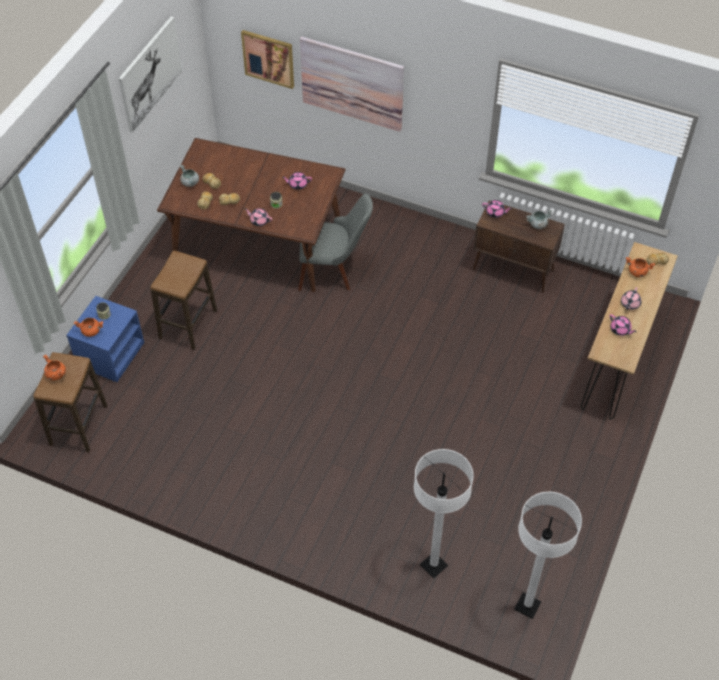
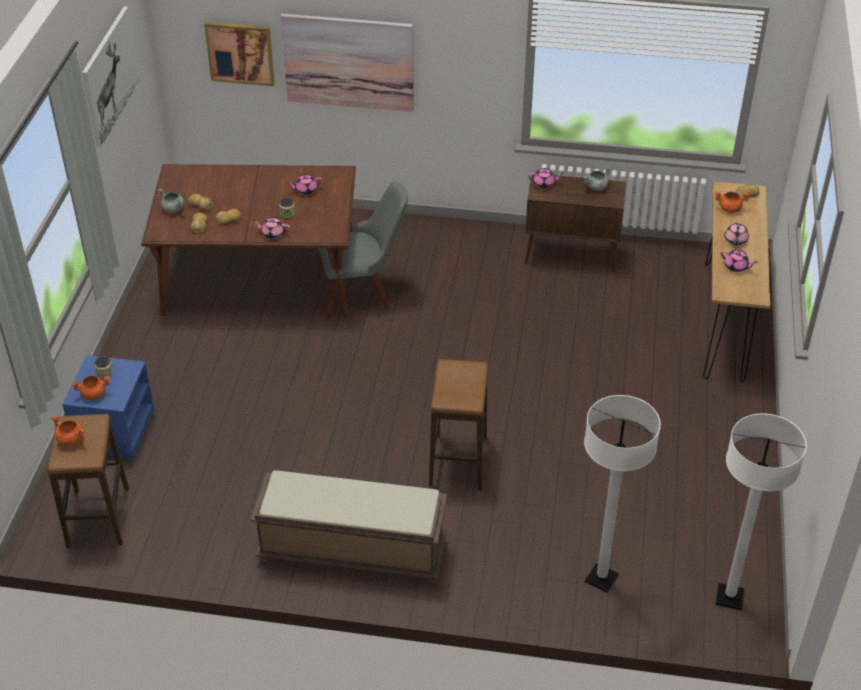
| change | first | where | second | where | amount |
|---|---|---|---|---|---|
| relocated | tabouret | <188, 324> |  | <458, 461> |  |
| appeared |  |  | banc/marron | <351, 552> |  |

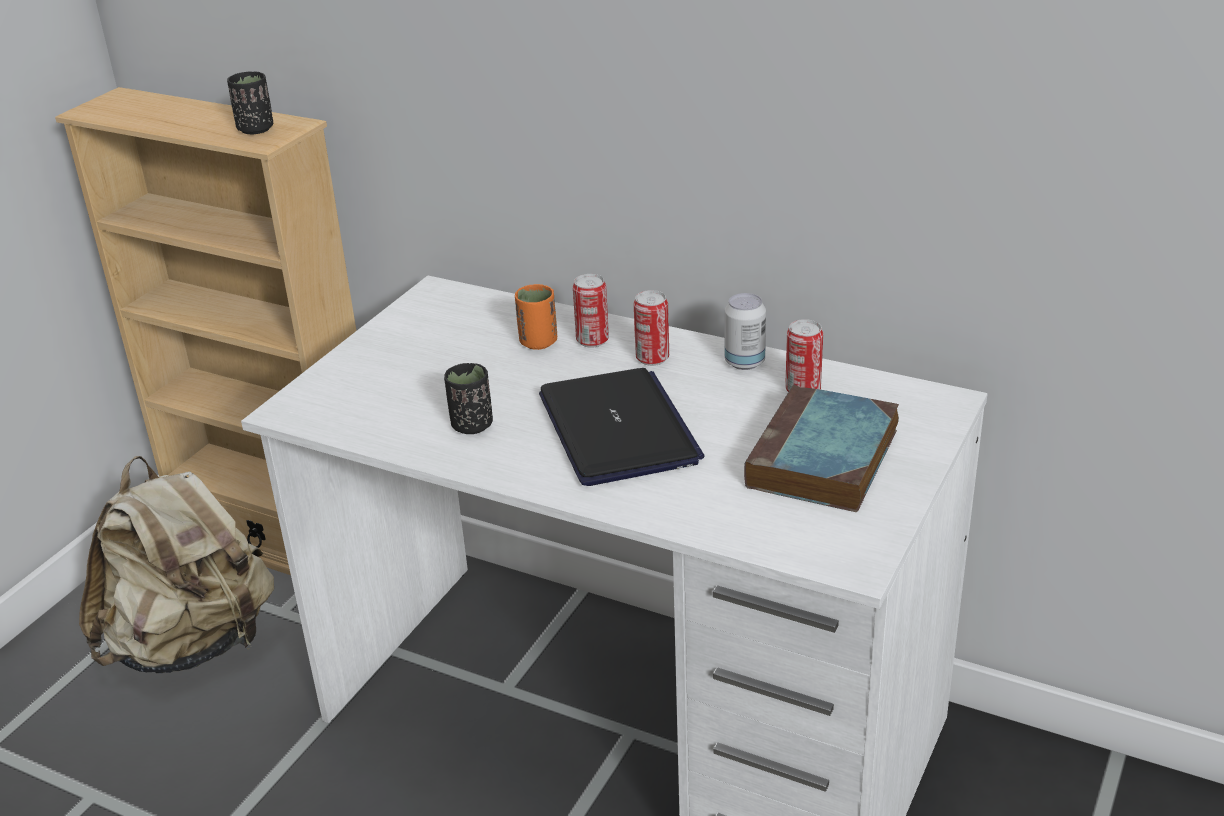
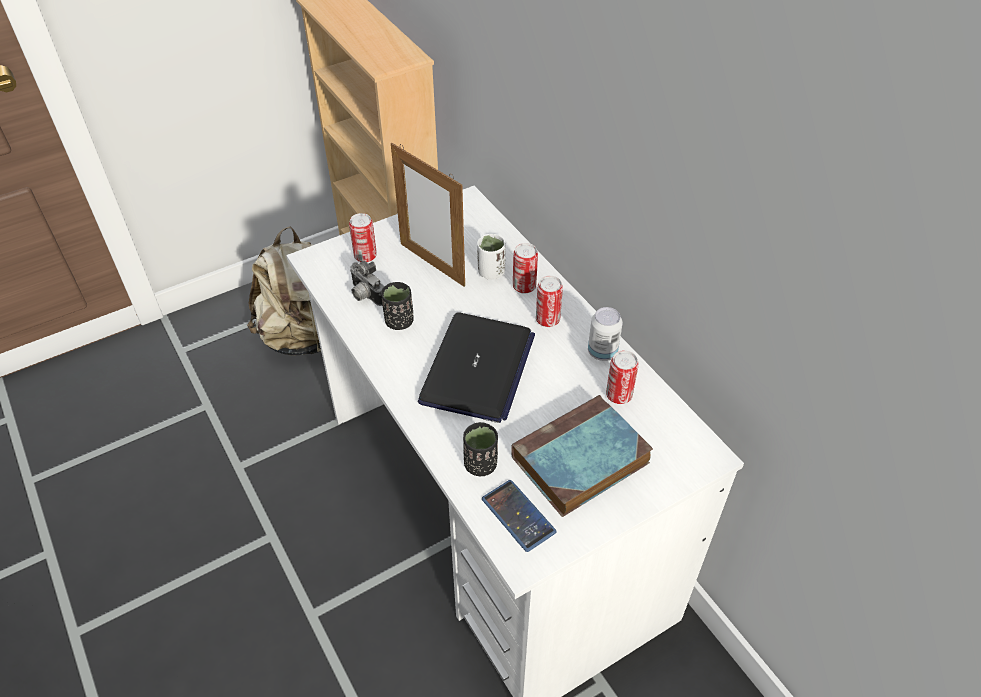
| change | first | where | second | where | amount |
|---|---|---|---|---|---|
| relocated | tasse/noir | <255, 129> |  | <480, 464> |  |
| colour | tasse/orange | <538, 342> | tasse/blanc | <491, 272> |  |
| appeared |  |  | cadre photo | <432, 264> |  |
| appeared |  |  | boîte métallique | <365, 256> |  |
| appeared |  |  | appareil photo | <365, 296> |  |
| appeared |  |  | téléphone | <518, 516> |  |

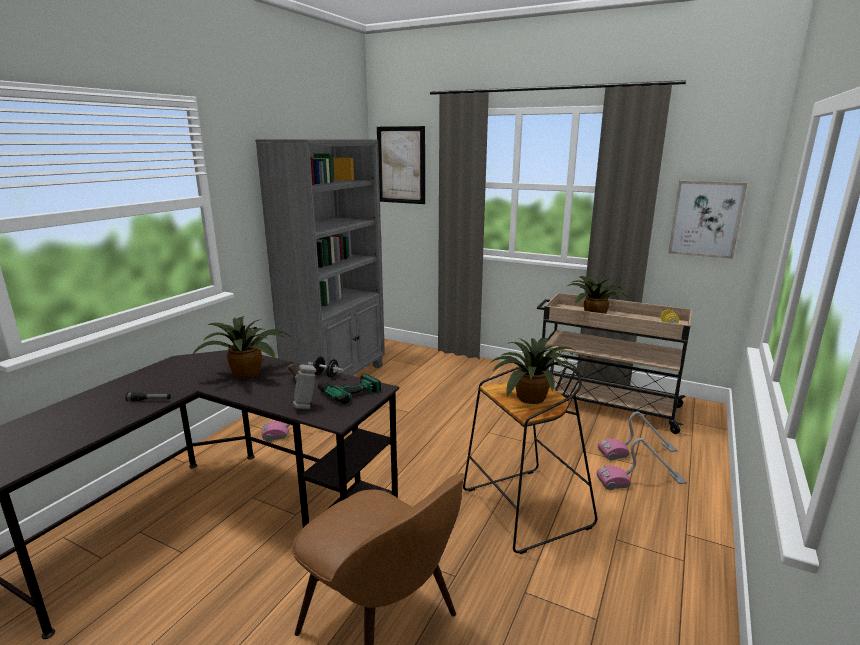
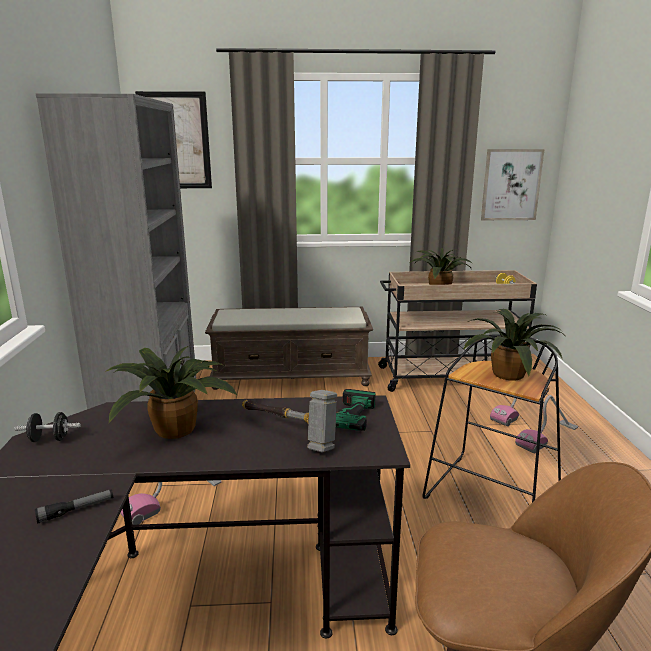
| change | first | where | second | where | amount |
|---|---|---|---|---|---|
| relocated | haltère/noir | <326, 375> |  | <50, 439> |  |
| appeared |  |  | banc/marron | <292, 377> |  |

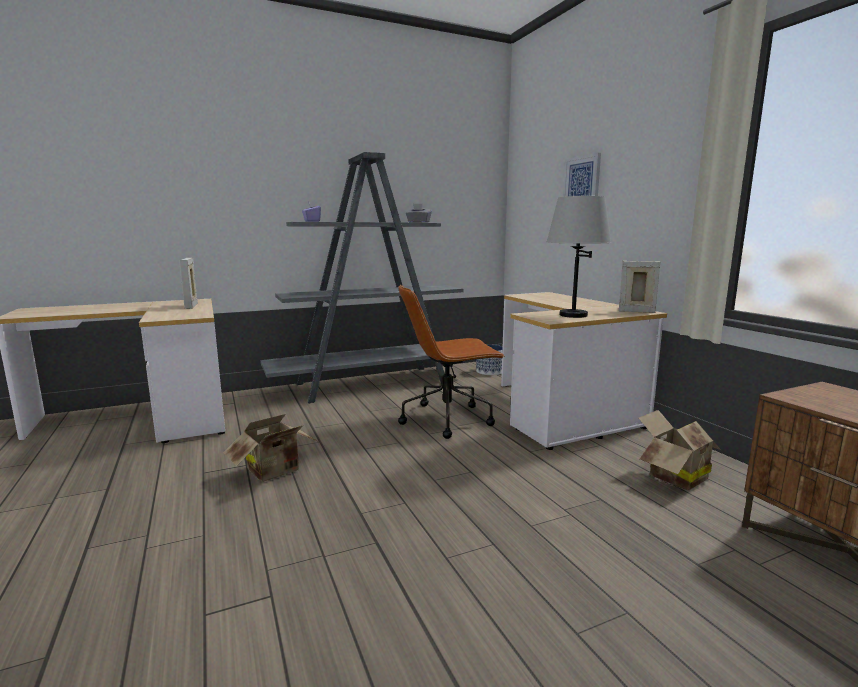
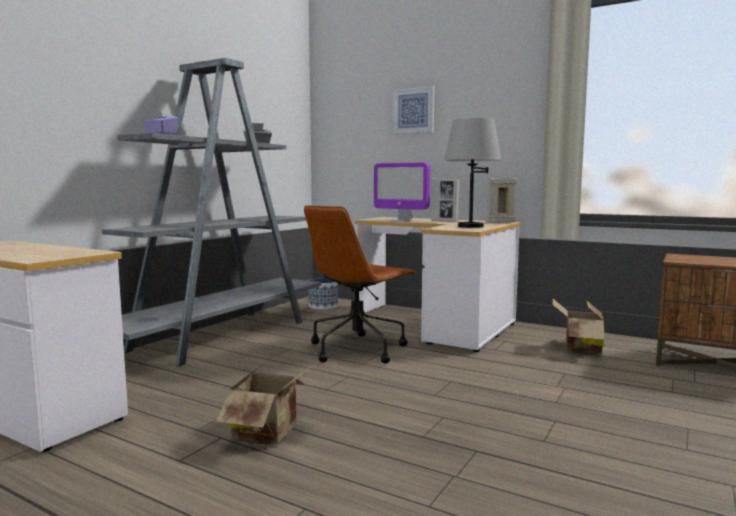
| change | first | where | second | where | amount |
|---|---|---|---|---|---|
| relocated | cadre photo | <191, 306> |  | <444, 221> |  |
| appeared |  |  | écran d'ordinateur | <401, 221> |  |

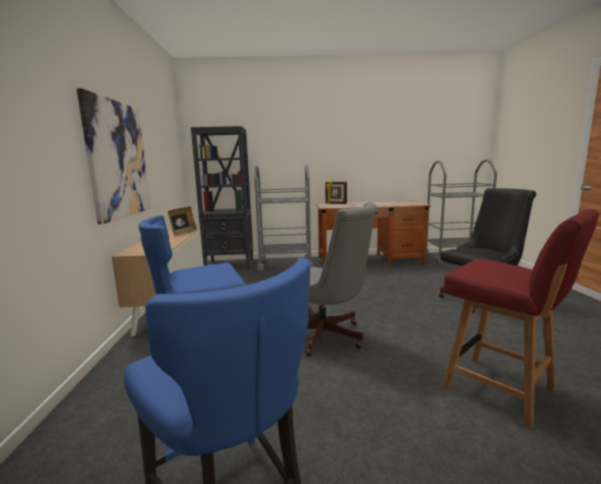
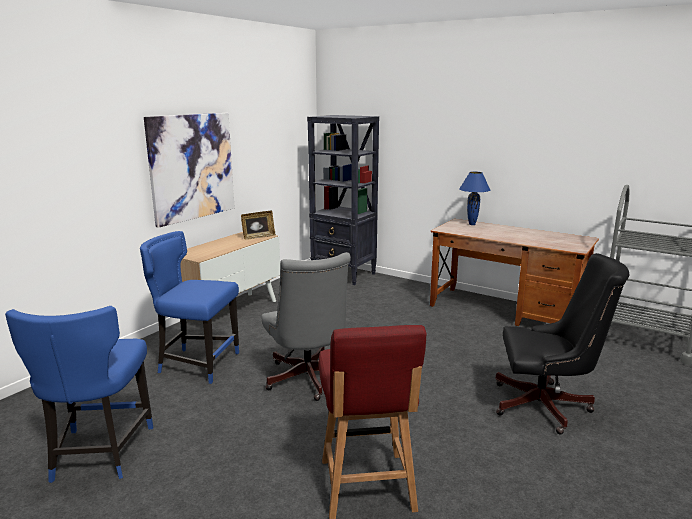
| change | first | where | second | where | amount |
|---|---|---|---|---|---|
| missing | chariot/gris | <285, 264> |  |  |  |
| exchanged | cadre photo | <335, 203> | lampe de table/bleu | <472, 224> |  |

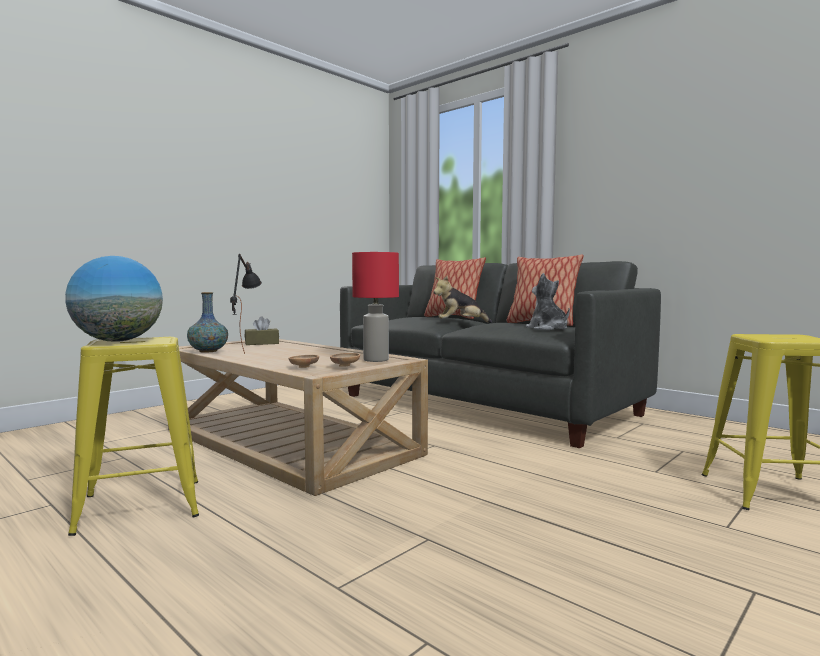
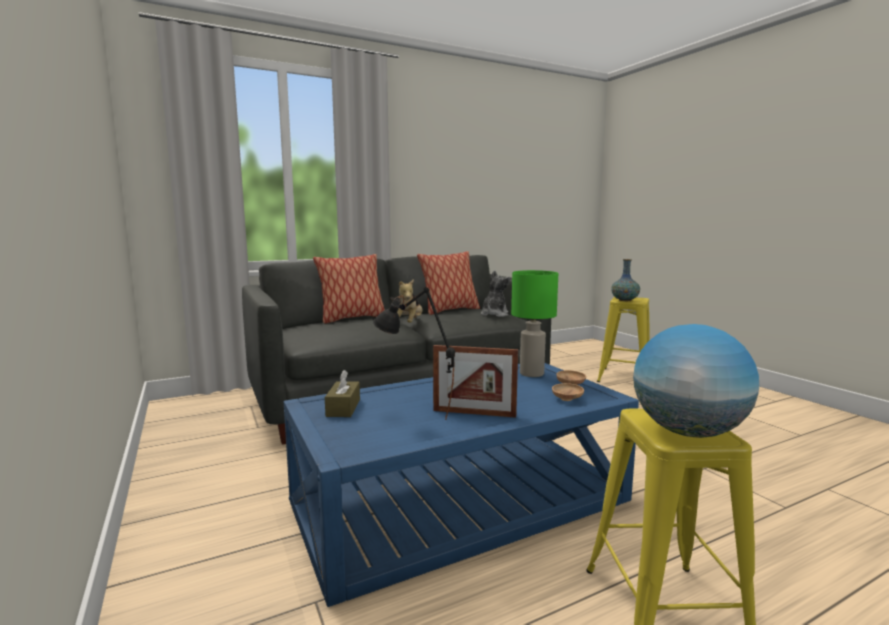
| change | first | where | second | where | amount |
|---|---|---|---|---|---|
| colour | lampe de table/rouge | <376, 360> | lampe de table/vert | <531, 373> |  |
| spun | peluche | <547, 328> |  | <494, 314> | 120 degrees clockwise |
| relocated | vase | <208, 351> |  | <624, 300> |  |
| colour | table basse/beige | <290, 441> | table basse/bleu | <460, 500> |  |
| appeared |  |  | cadre photo | <474, 413> |  |

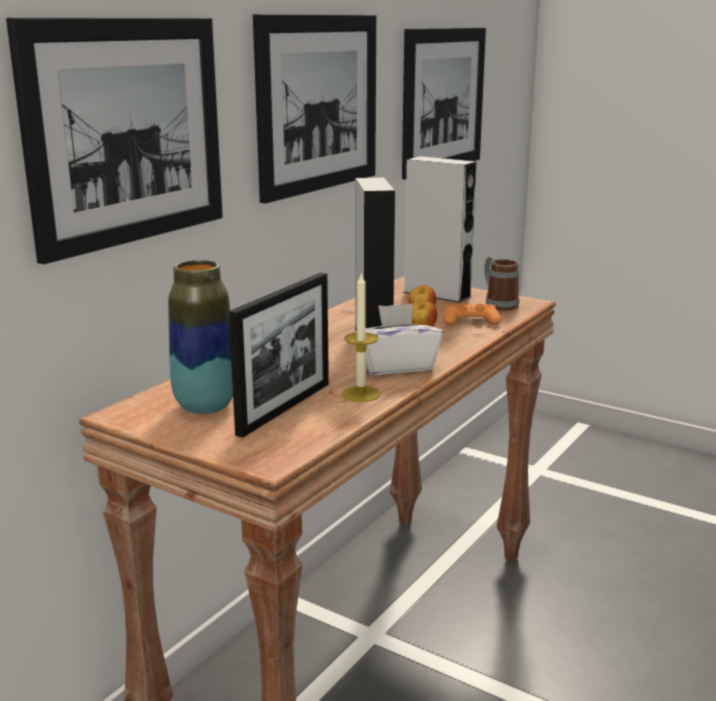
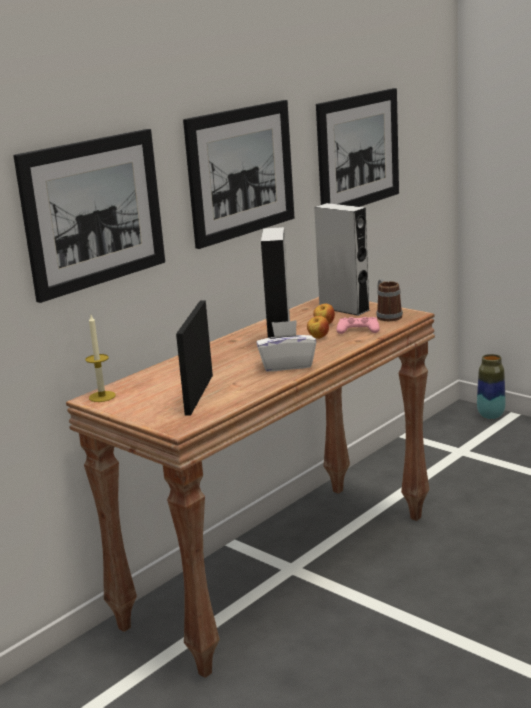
| change | first | where | second | where | amount |
|---|---|---|---|---|---|
| relocated | vase | <205, 406> |  | <491, 415> |  |
| relocated | bougie | <361, 394> |  | <102, 396> |  |
| spun | cadre photo | <284, 408> |  | <199, 394> | 150 degrees clockwise |
| colour | manette/orange | <470, 321> | manette/rose | <358, 330> |  |

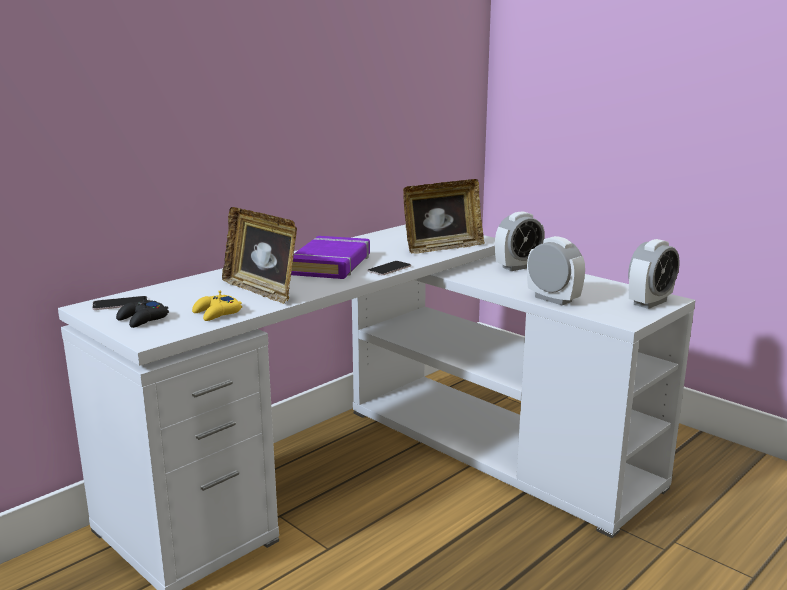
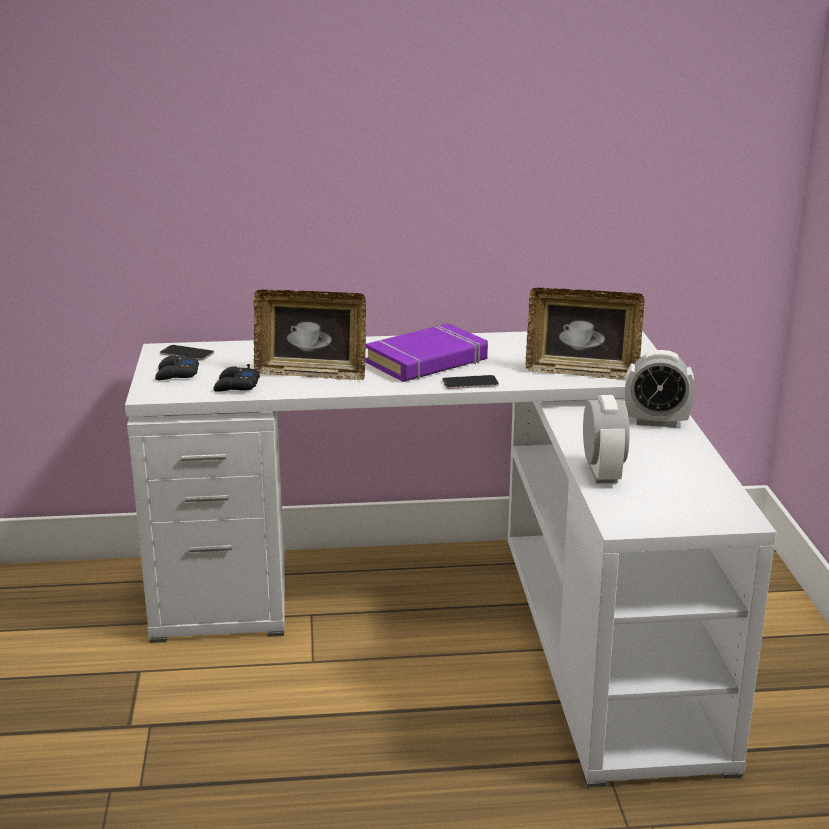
| change | first | where | second | where | amount |
|---|---|---|---|---|---|
| spun | cadre photo | <261, 290> |  | <311, 373> | 75 degrees counterclockwise |
| missing | réveil | <650, 303> |  |  |  |
| colour | manette/jaune | <217, 313> | manette/noir | <236, 386> |  |

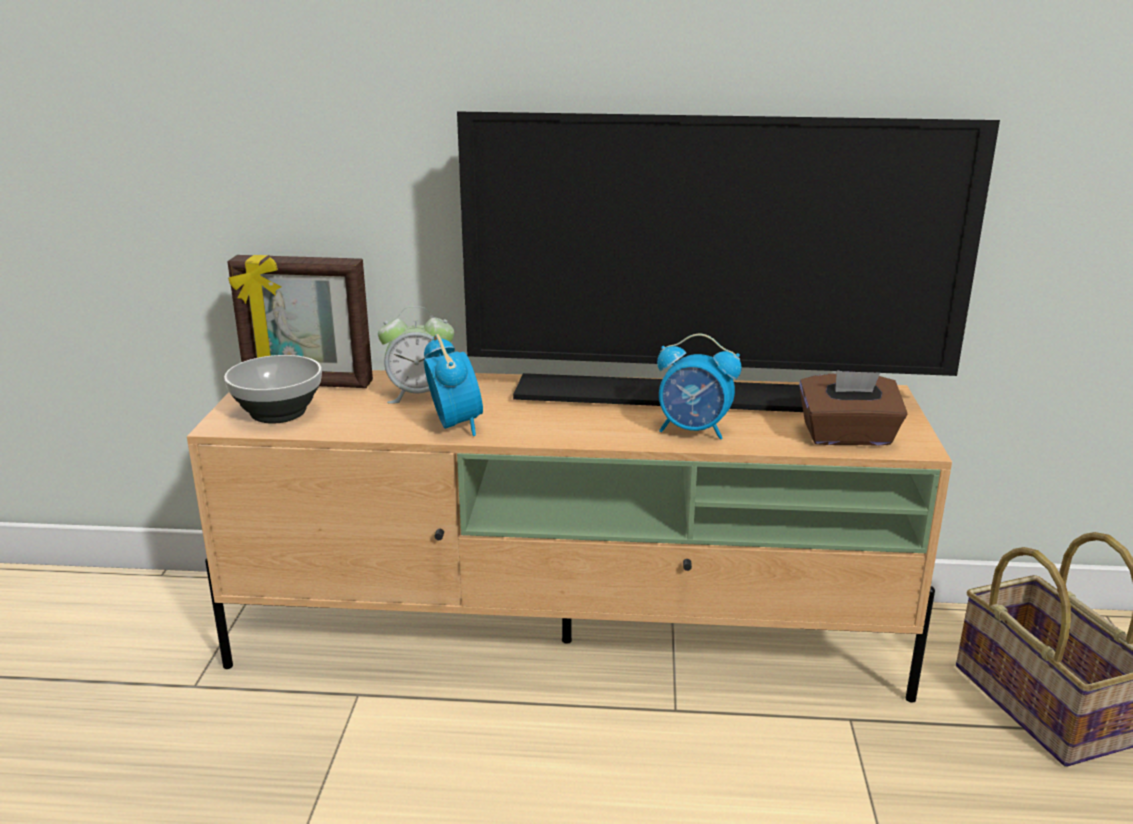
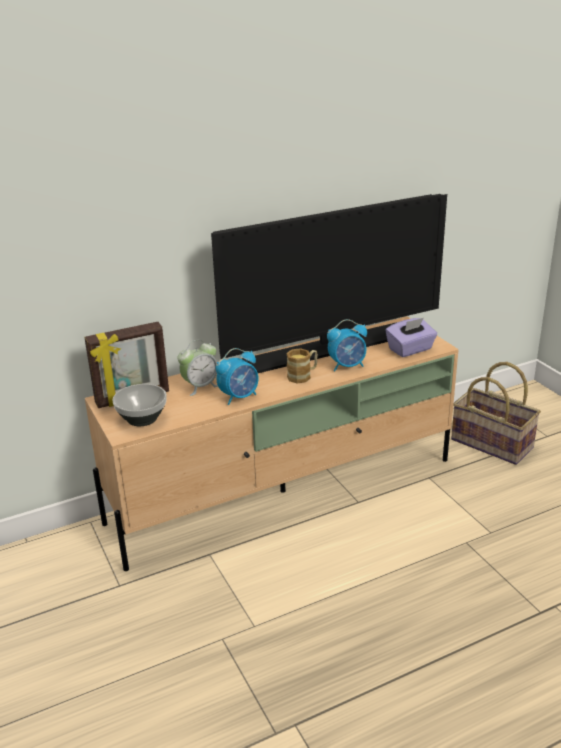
| change | first | where | second | where | amount |
|---|---|---|---|---|---|
| spun | réveil | <455, 425> |  | <239, 397> | 105 degrees clockwise |
| colour | boîte à mouchoirs/marron | <848, 437> | boîte à mouchoirs/violet | <410, 349> |  |
| appeared |  |  | mug | <303, 375> |  |

